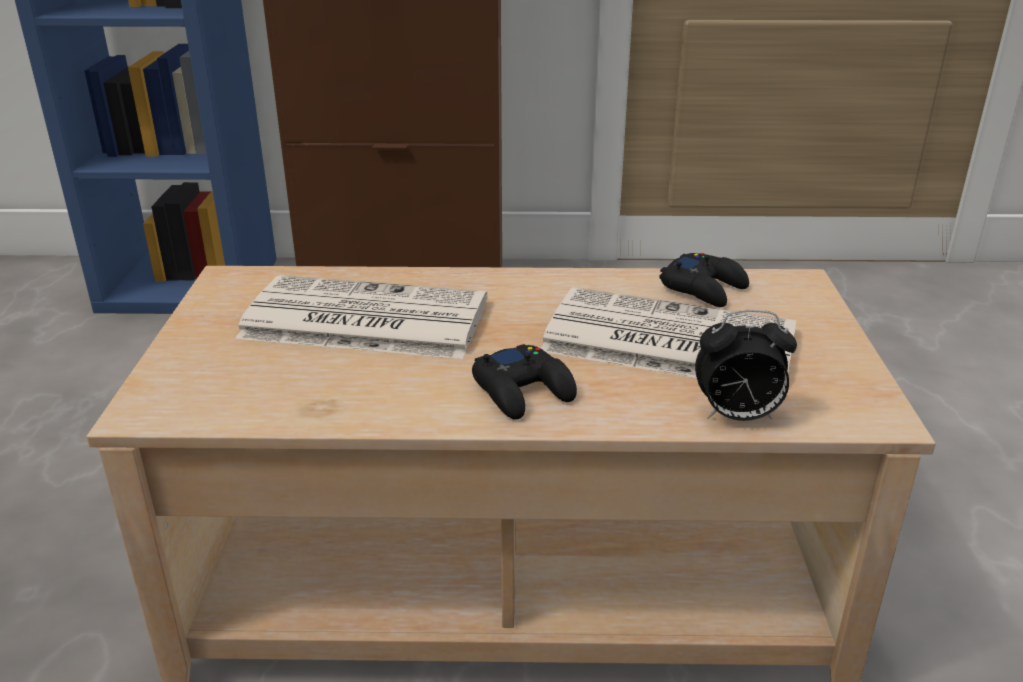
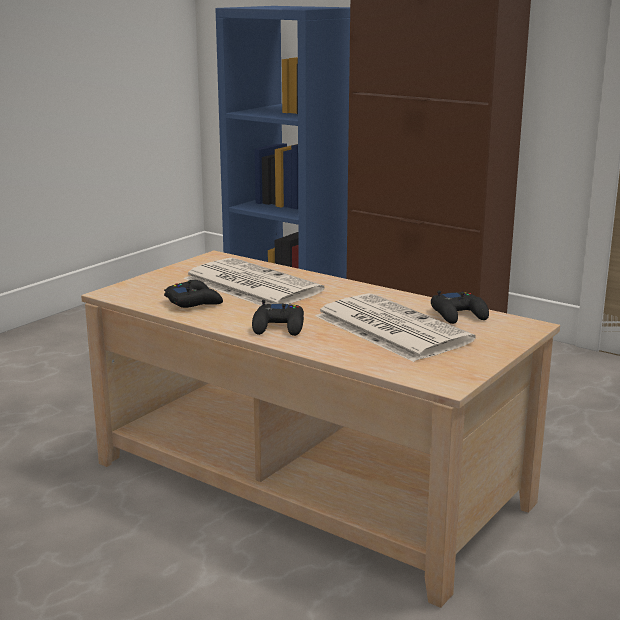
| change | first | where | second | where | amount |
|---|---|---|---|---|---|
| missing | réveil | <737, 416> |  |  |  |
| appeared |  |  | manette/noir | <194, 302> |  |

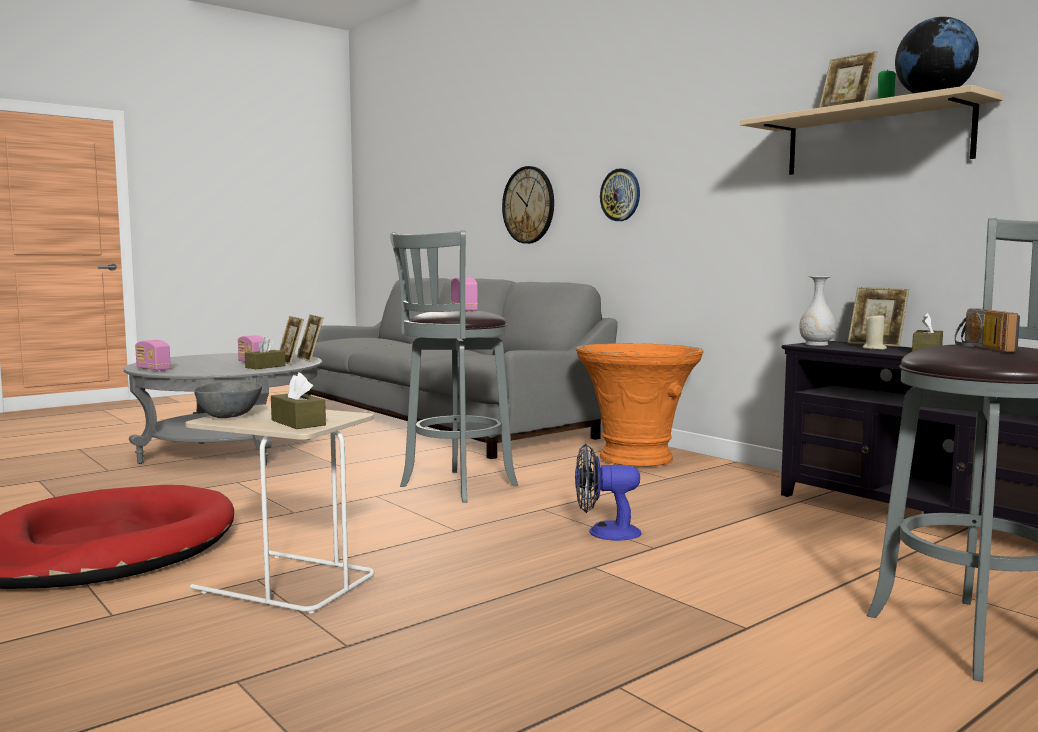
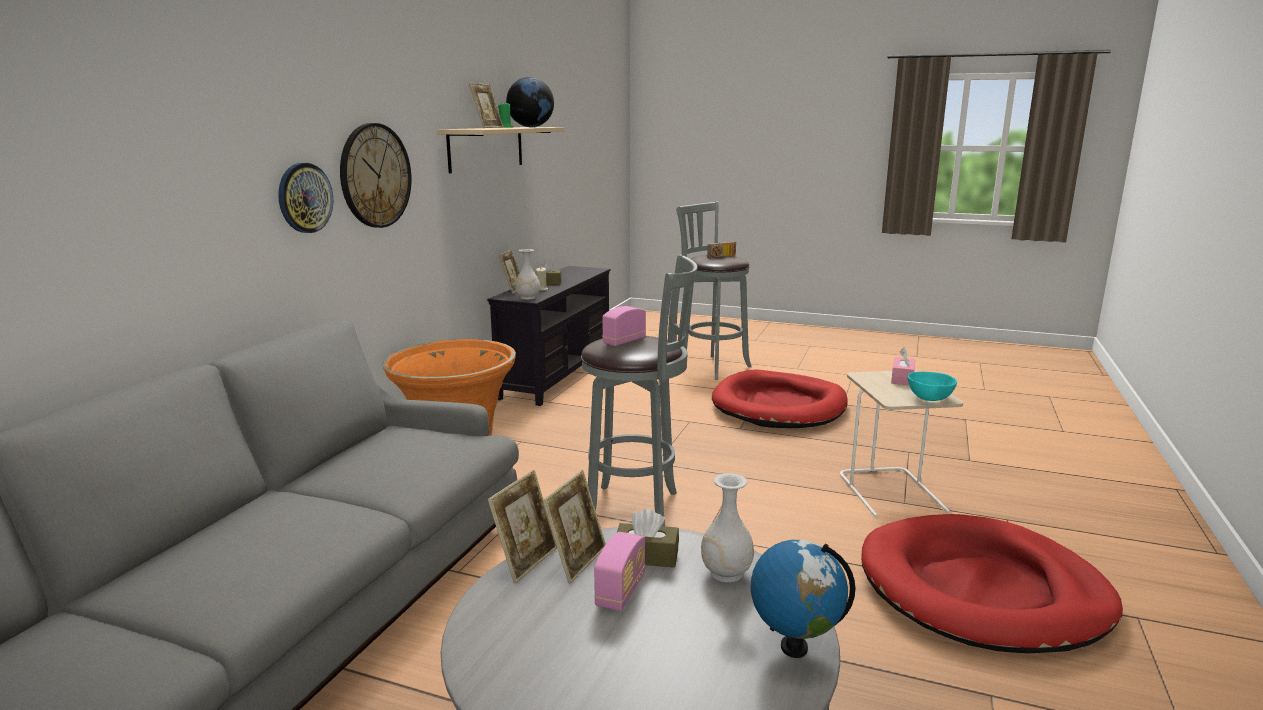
| change | first | where | second | where | amount |
|---|---|---|---|---|---|
| relocated | horloge murale | <529, 205> |  | <375, 176> |  |
| exchanged | radio | <153, 369> | globe | <794, 647> |  |
| colour | boîte à mouchoirs/marron | <298, 422> | boîte à mouchoirs/rose | <902, 378> |  |
| colour | bol/gris | <230, 416> | bol/turquoise | <928, 398> |  |
| missing | ventilateur | <604, 532> |  |  |  |
| appeared |  |  | panier pour chien/rouge | <779, 406> |  |
| appeared |  |  | vase/blanc | <726, 573> |  |

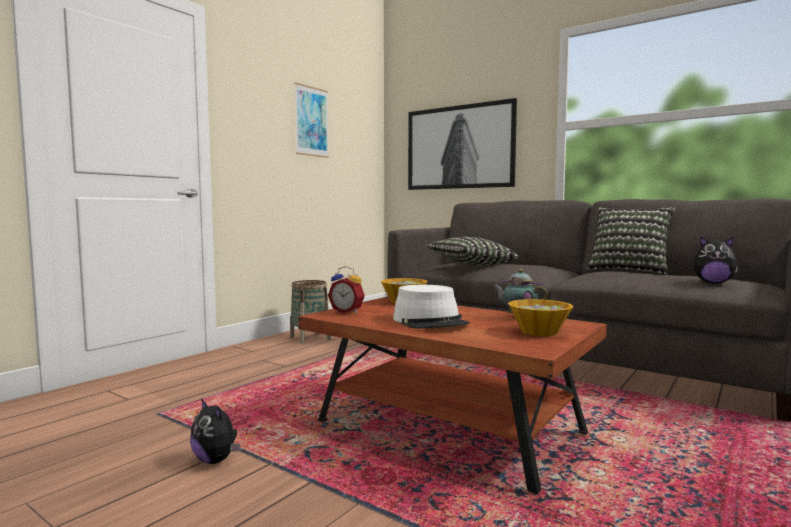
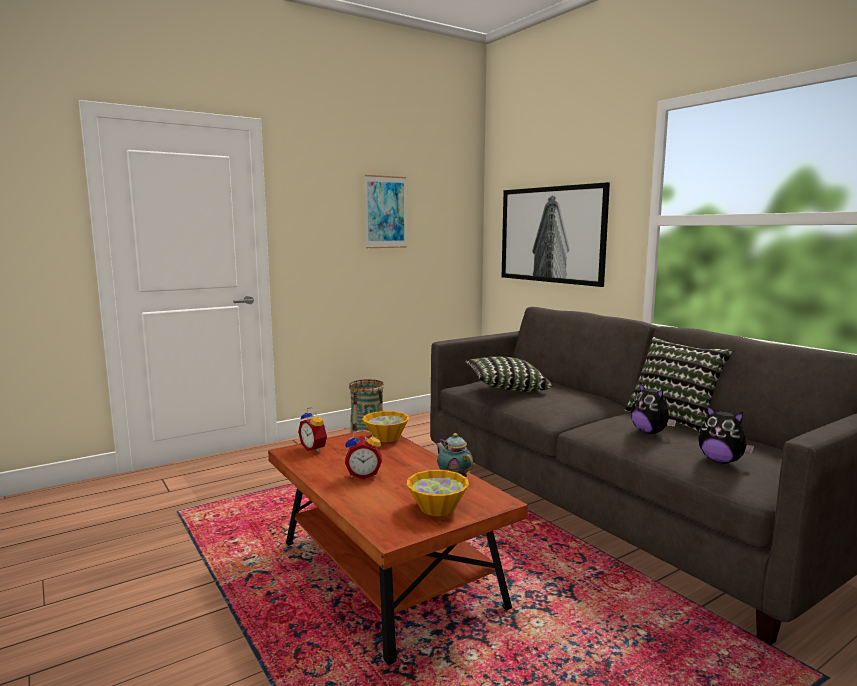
| change | first | where | second | where | amount |
|---|---|---|---|---|---|
| exchanged | chapeau/blanc | <430, 321> | réveil | <363, 475> |  |
| relocated | peluche | <216, 460> |  | <650, 432> |  |

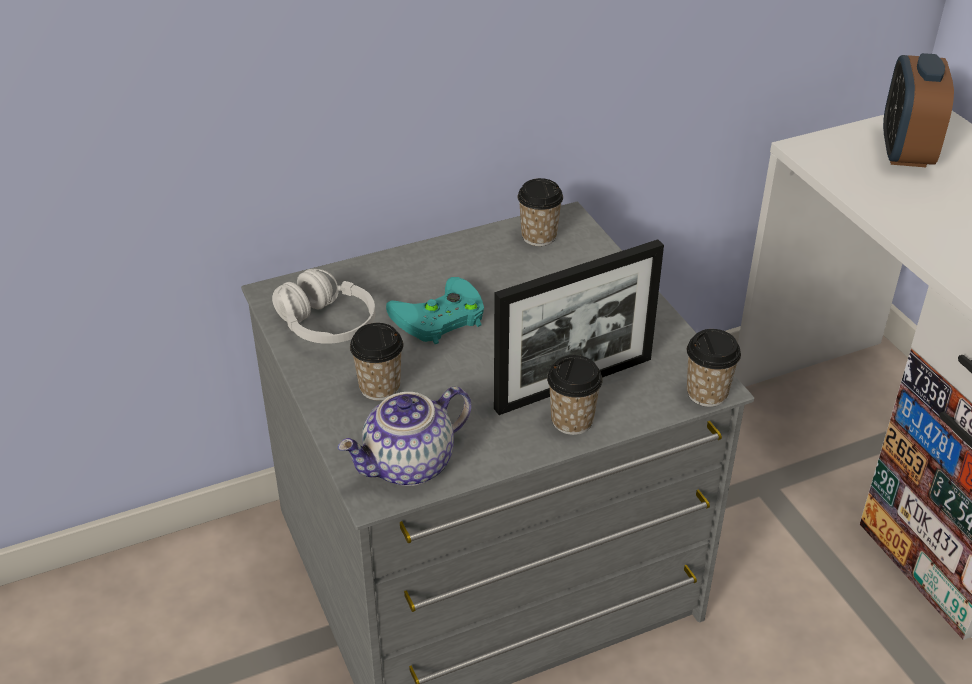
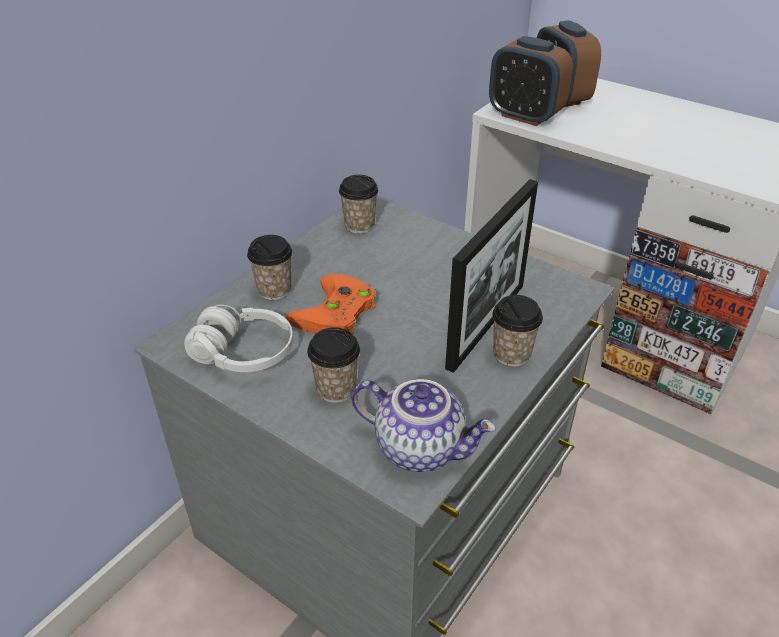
| change | first | where | second | where | amount |
|---|---|---|---|---|---|
| colour | manette/turquoise | <438, 318> | manette/orange | <335, 313> |  |
| relocated | tasse | <707, 393> |  | <274, 290> |  |
| spun | théière | <409, 466> |  | <421, 447> | 90 degrees counterclockwise |
| appeared |  |  | réveil | <525, 116> |  |

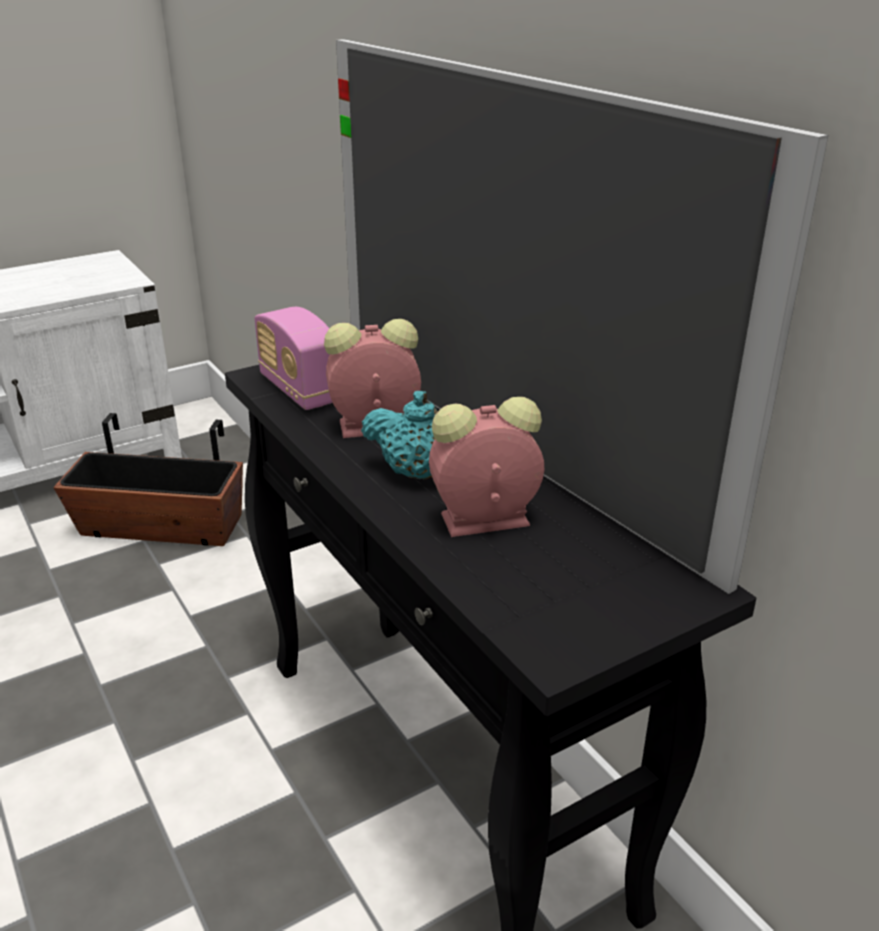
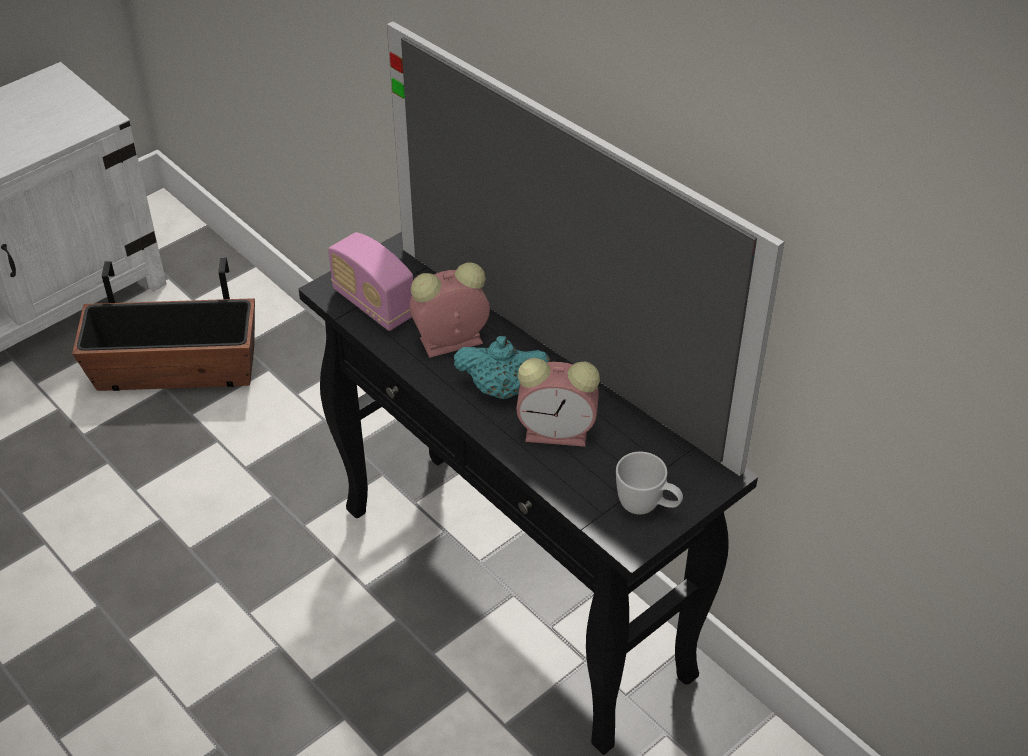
| change | first | where | second | where | amount |
|---|---|---|---|---|---|
| spun | réveil | <481, 521> |  | <559, 432> | 150 degrees counterclockwise |
| appeared |  |  | mug/blanc | <647, 507> |  |

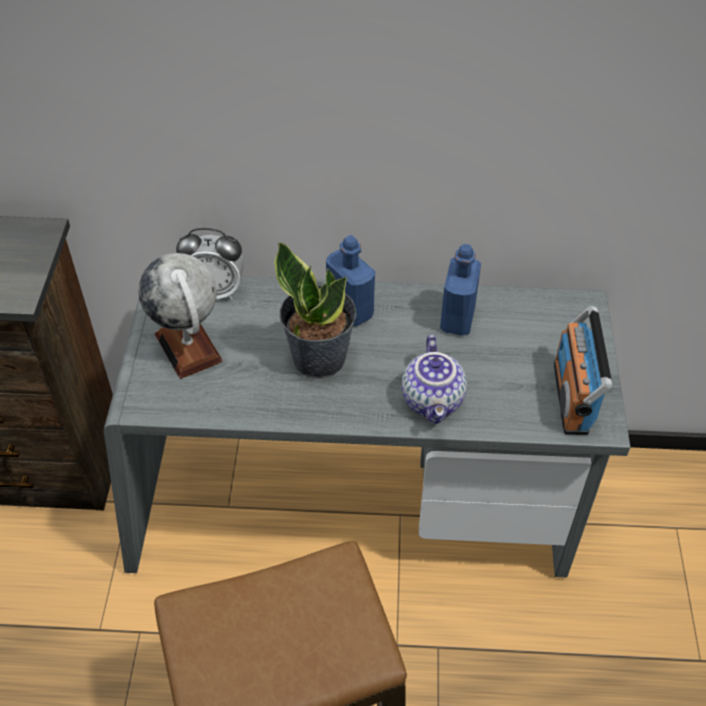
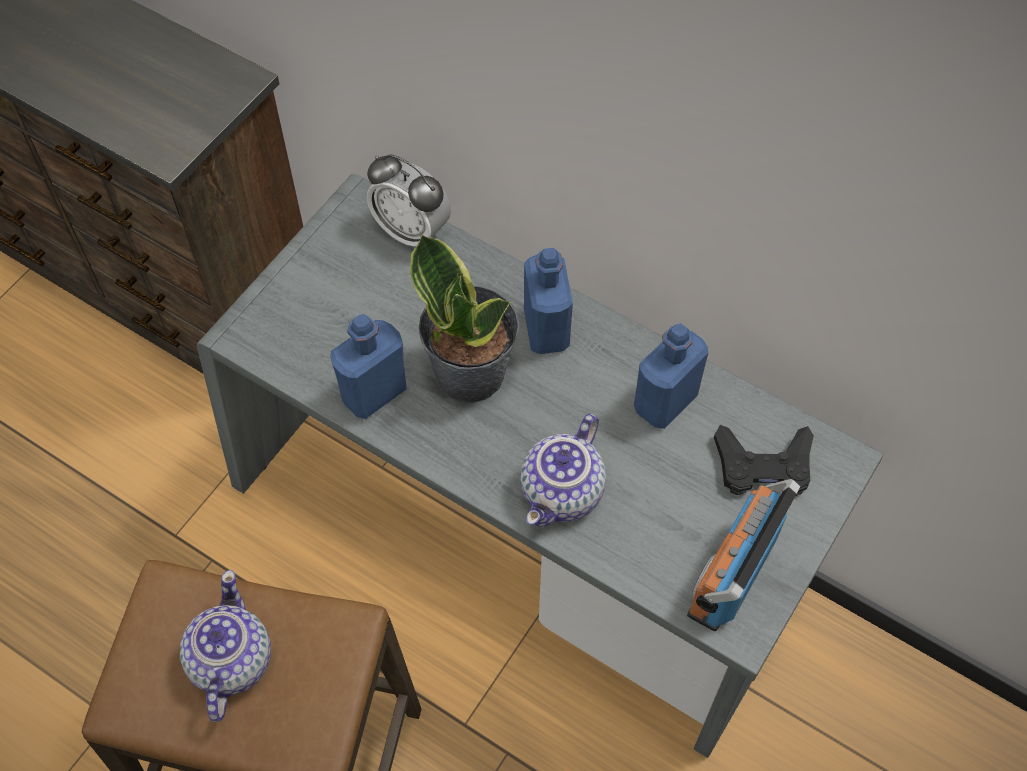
| change | first | where | second | where | amount |
|---|---|---|---|---|---|
| missing | globe | <188, 347> |  |  |  |
| appeared |  |  | bouteille/bleu | <374, 393> |  |
| appeared |  |  | manette/noir | <763, 466> |  |
| appeared |  |  | théière | <230, 662> |  |

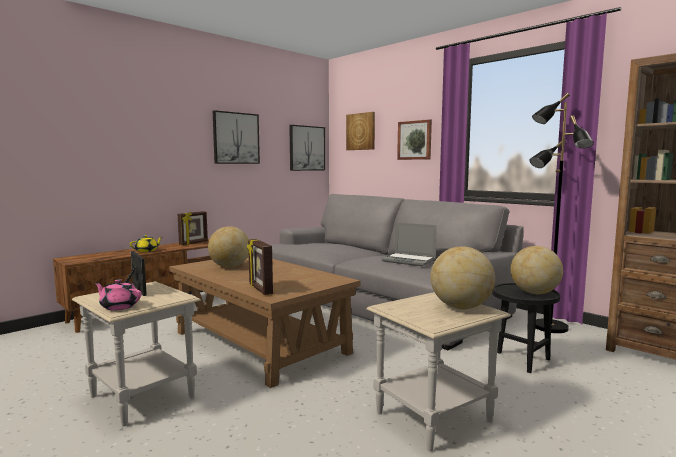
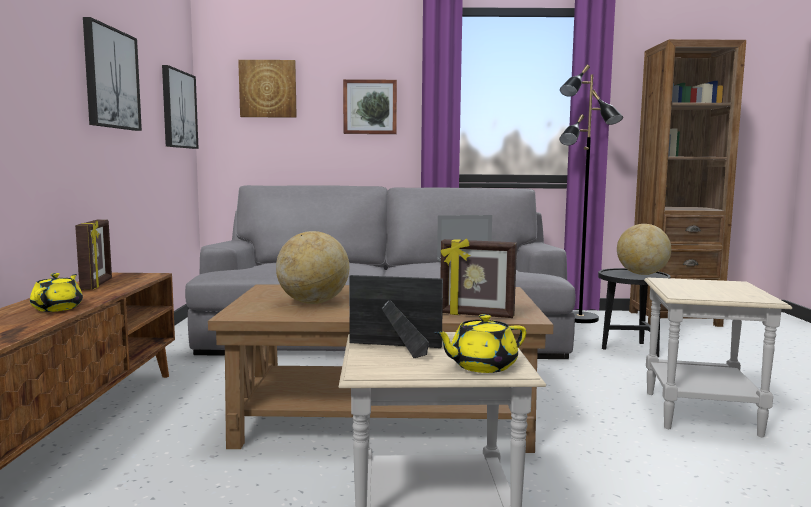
| change | first | where | second | where | amount |
|---|---|---|---|---|---|
| missing | globe | <460, 307> |  |  |  |
| colour | théière/rose | <119, 306> | théière/jaune | <481, 366> |  |

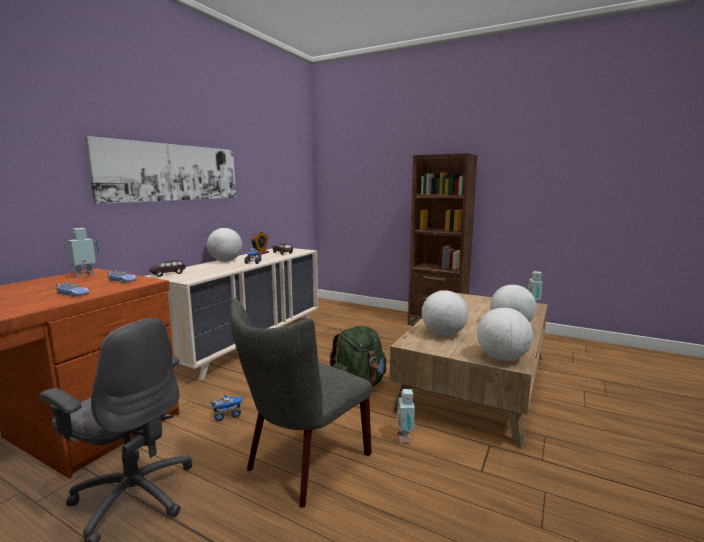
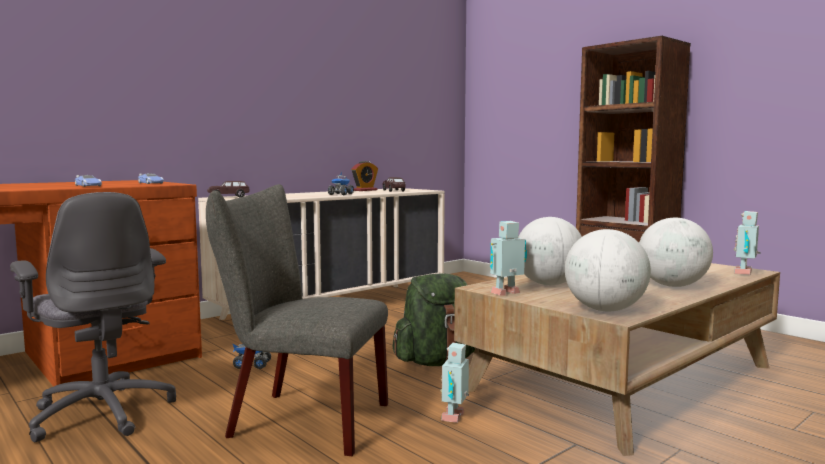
| change | first | where | second | where | amount |
|---|---|---|---|---|---|
| missing | tableau | <173, 172> |  |  |  |
| relocated | robot jouet | <86, 276> |  | <507, 293> |  |
| missing | globe | <225, 261> |  |  |  |
| spun | chaise/gris | <303, 464> |  | <299, 420> | 45 degrees clockwise |

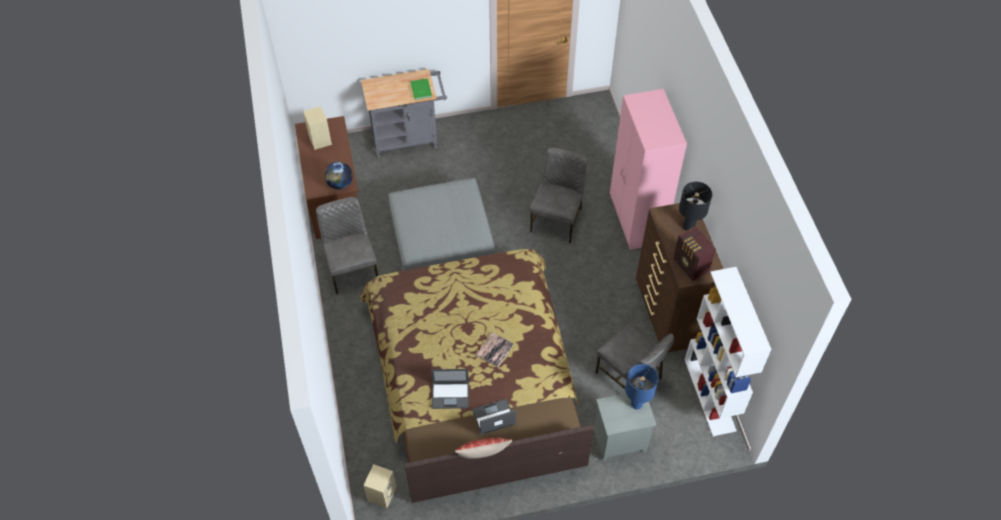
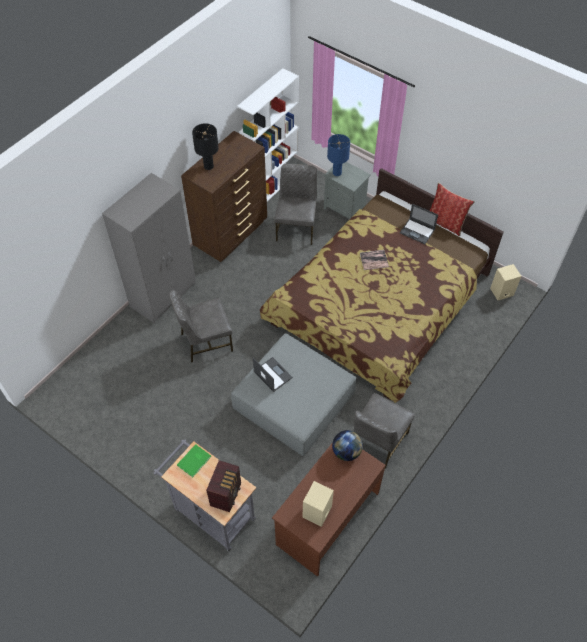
| change | first | where | second | where | amount |
|---|---|---|---|---|---|
| colour | armoire/rose | <636, 220> | armoire/gris | <164, 295> |  |
| relocated | radio | <690, 266> |  | <226, 494> |  |
| relocated | ordinateur portable | <451, 395> |  | <272, 374> |  |

